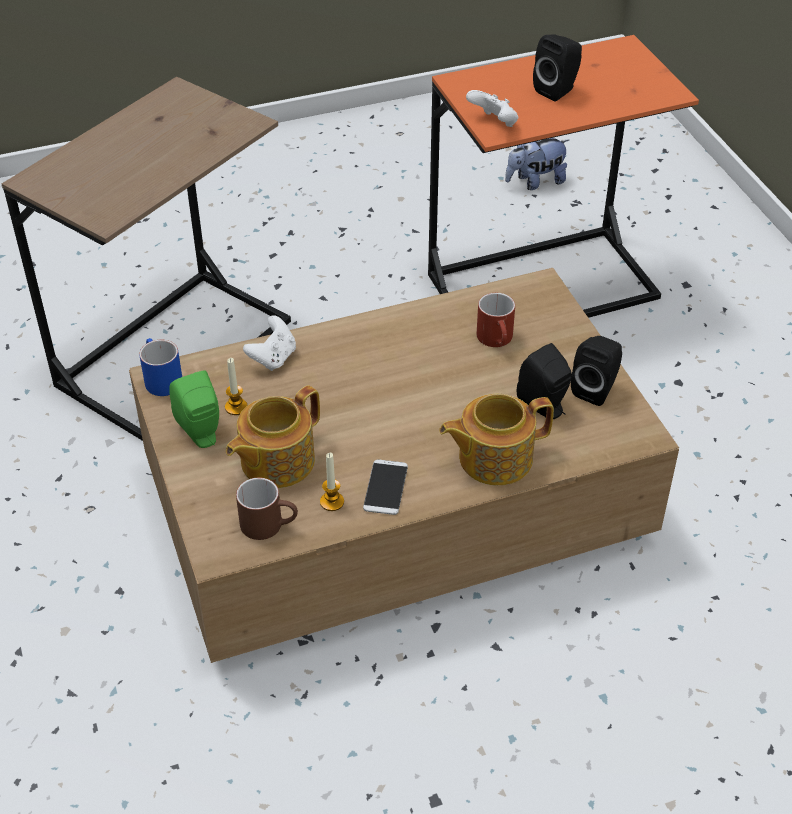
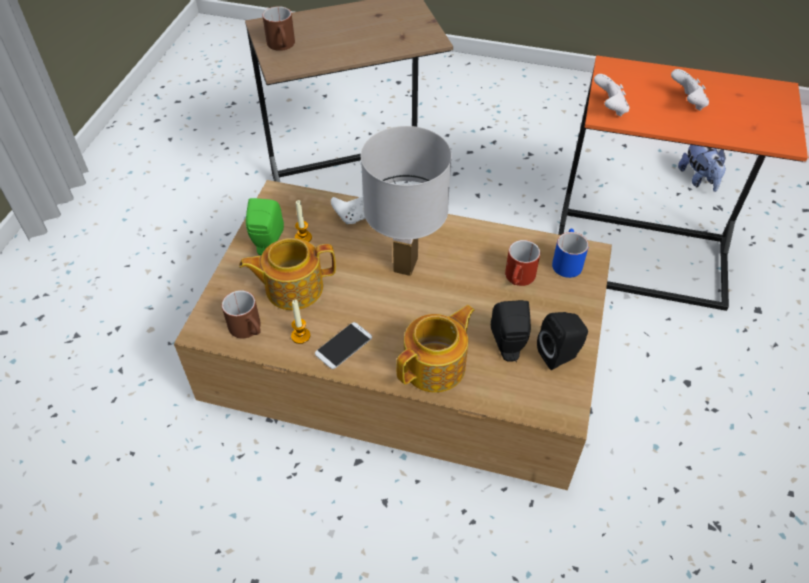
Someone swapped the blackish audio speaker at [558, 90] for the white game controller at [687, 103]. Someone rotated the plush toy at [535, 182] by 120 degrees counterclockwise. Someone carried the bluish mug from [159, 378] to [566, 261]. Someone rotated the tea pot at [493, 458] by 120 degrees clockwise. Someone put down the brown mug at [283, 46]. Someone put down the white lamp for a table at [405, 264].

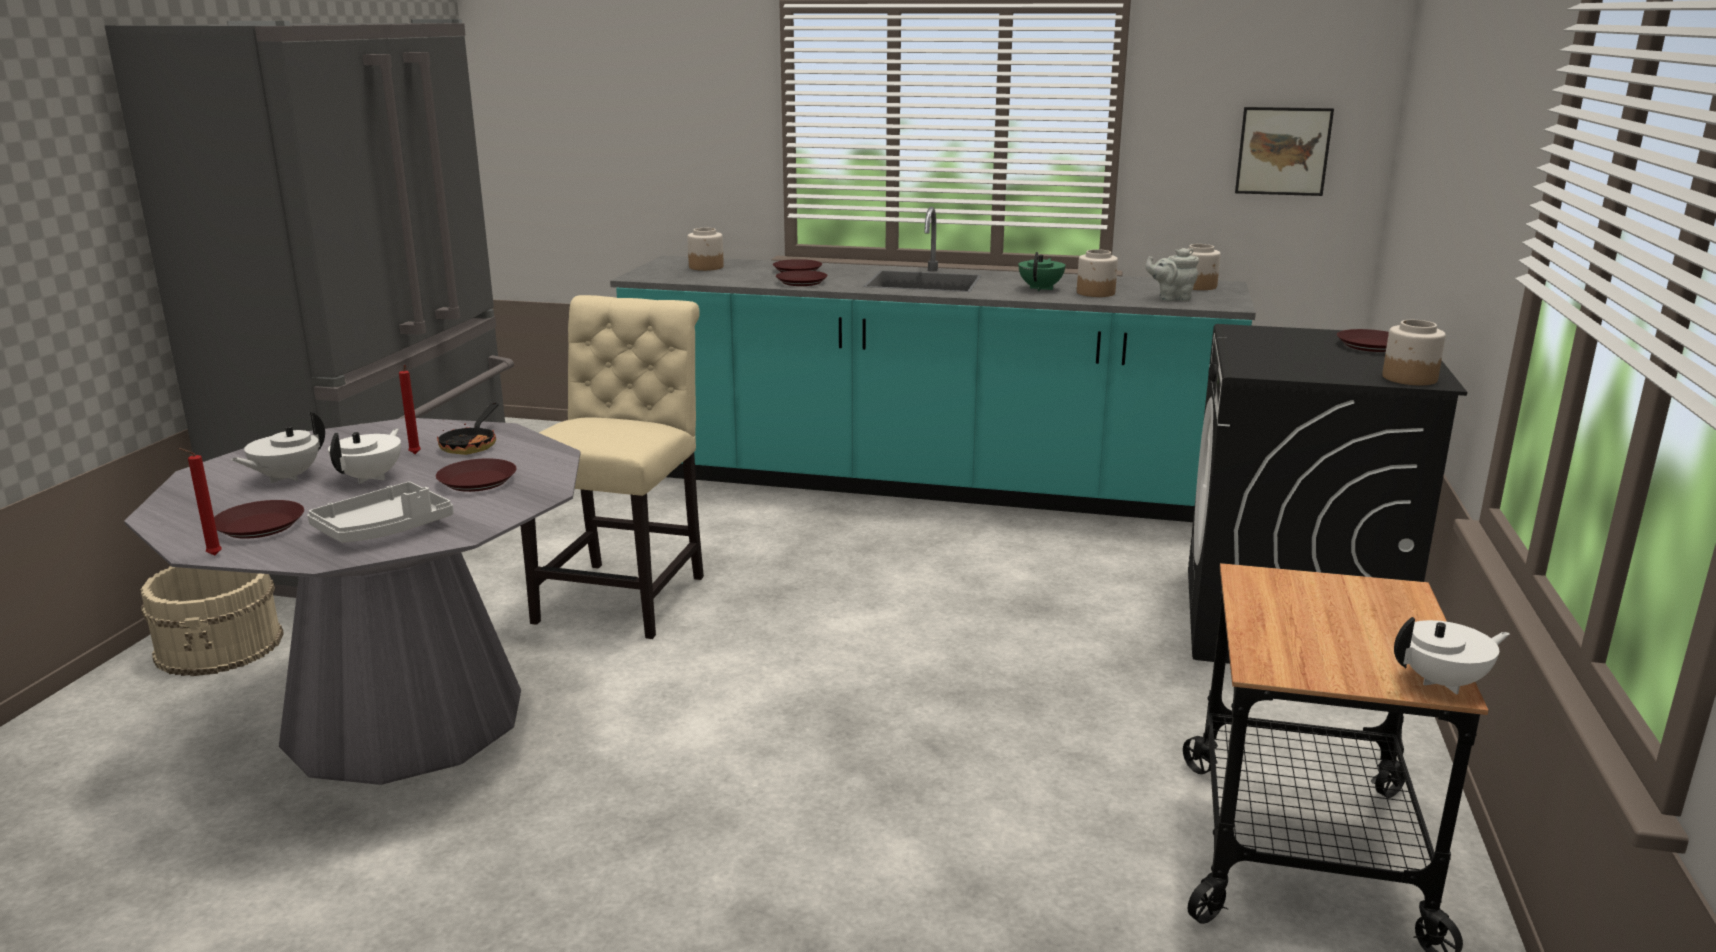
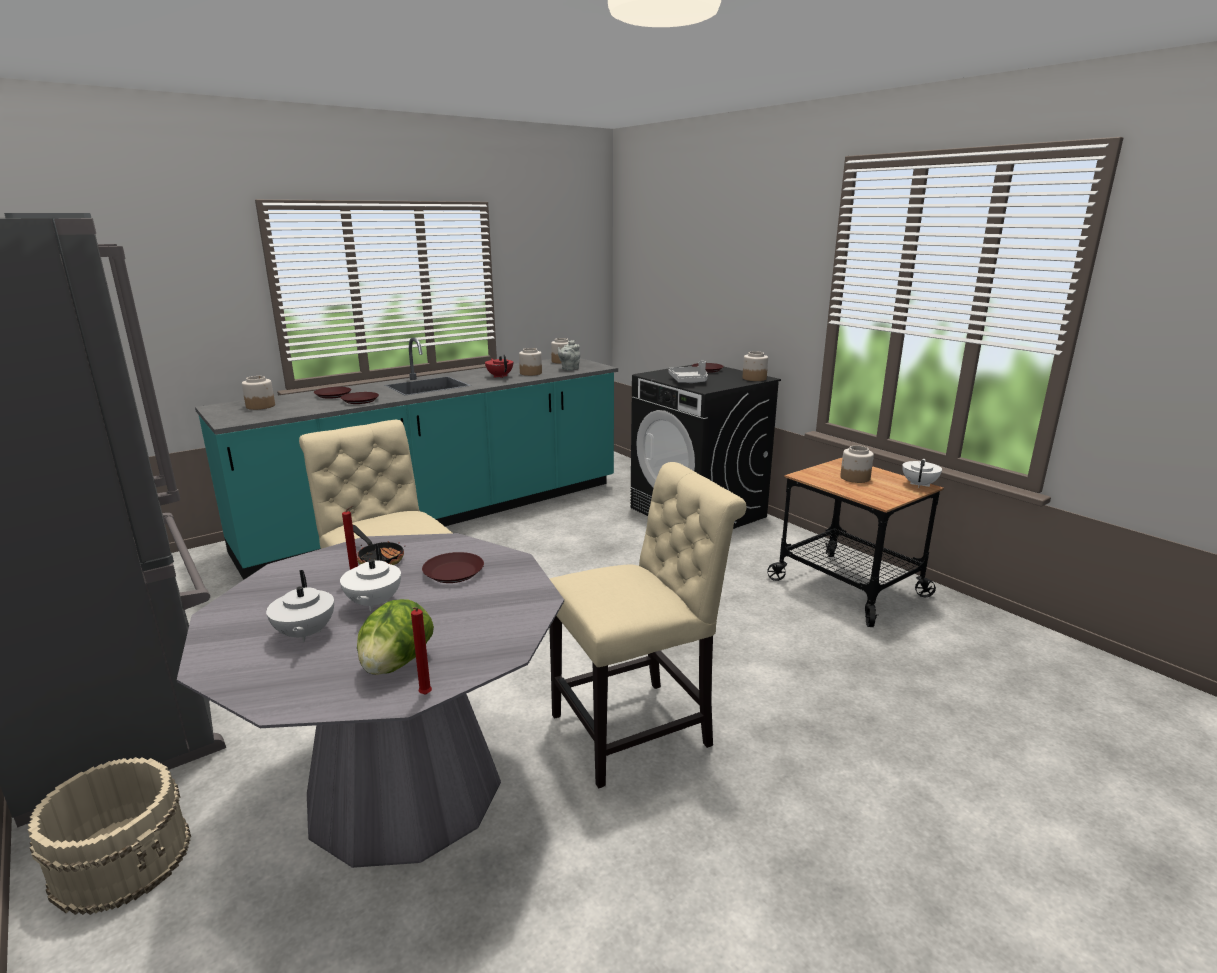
Someone took away the wall art at [1283, 151]. Someone repainted the greenish tea pot at [1041, 288], which became the red tea pot at [500, 376]. Someone rotated the white tea pot at [371, 477] by 150 degrees counterclockwise. Someone carried the grey serving tray from [385, 529] to [689, 381]. Someone swapped the brown plate at [260, 526] for the lettuce at [396, 664]. Someone put down the preserve jar at [854, 478]. Someone put down the sand-coloured plain chair at [639, 729].

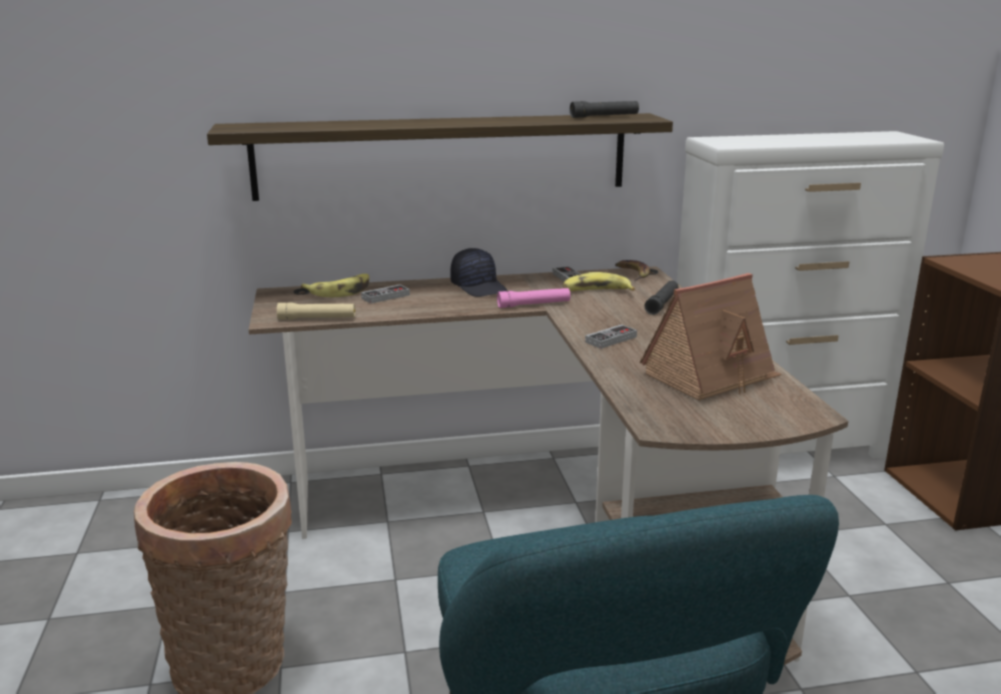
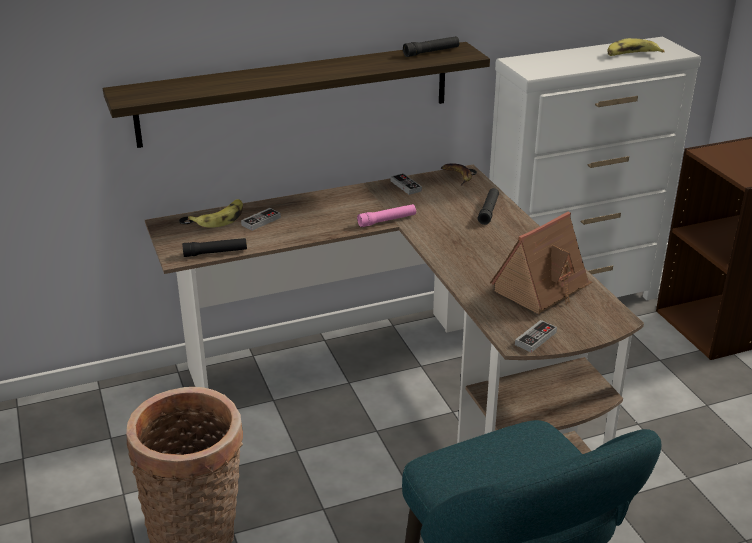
Someone took away the blackish peaked cap at [479, 287]. Someone carried the banana fruit from [596, 292] to [631, 55]. Someone repainted the sand-coloured flashlight at [317, 318], which became the blackish flashlight at [215, 253]. Someone carried the game controller from [611, 339] to [535, 338].

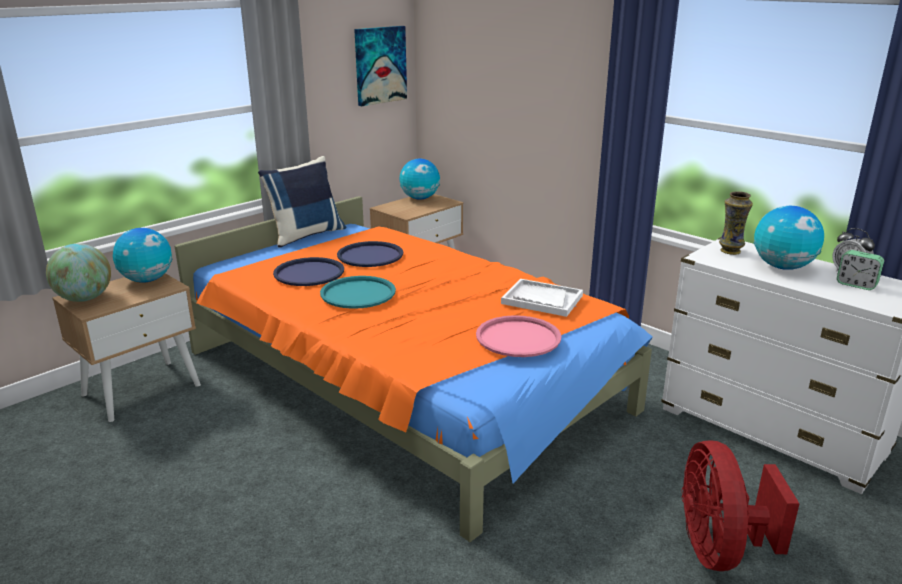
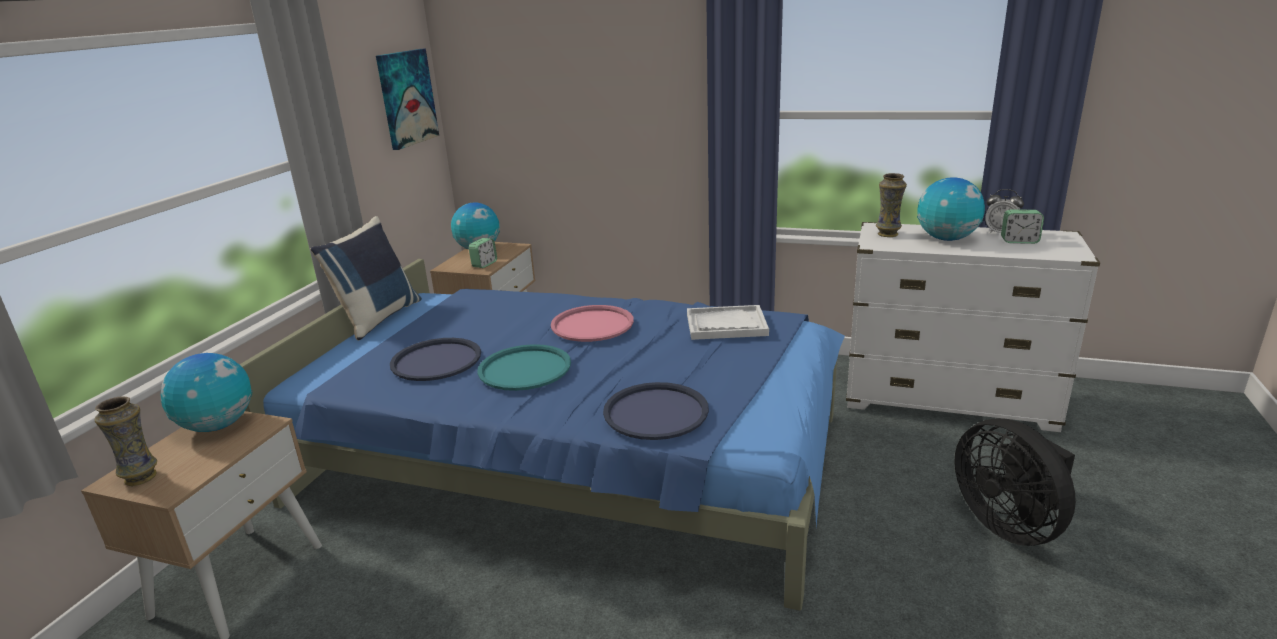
Someone repainted the orange-coloured bed at [405, 381], which became the bluish bed at [576, 459]. Someone carried the bluish serving tray from [370, 255] to [656, 412]. Someone swapped the desk globe at [84, 299] for the decorative vase at [142, 477]. Someone carried the pink-coloured serving tray from [518, 337] to [592, 324]. Someone repainted the red electric fan at [719, 549], which became the blackish electric fan at [1009, 524]. Someone put down the bedside clock at [484, 264].

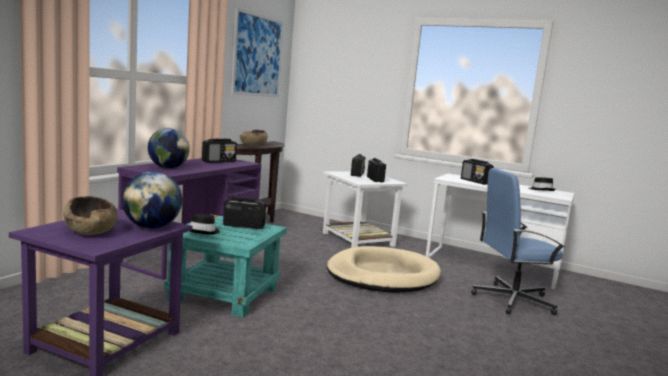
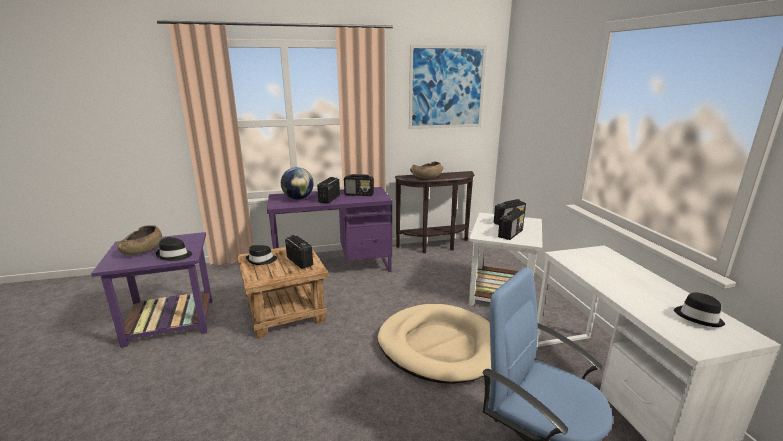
Someone carried the radio from [475, 182] to [329, 199]. Someone swapped the desk globe at [152, 227] for the blackish hat at [174, 255]. Someone repainted the turquoise end table at [224, 293], which became the brown end table at [286, 311].

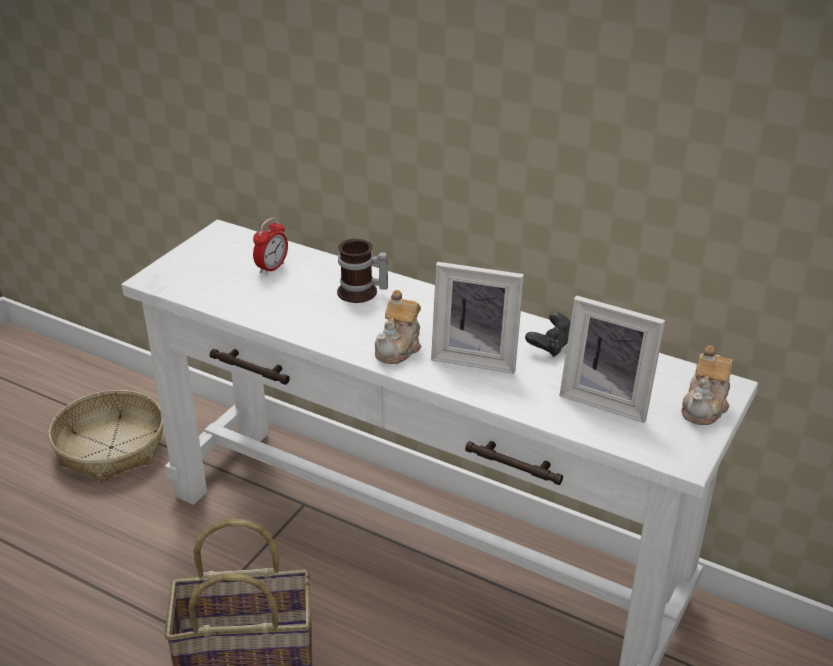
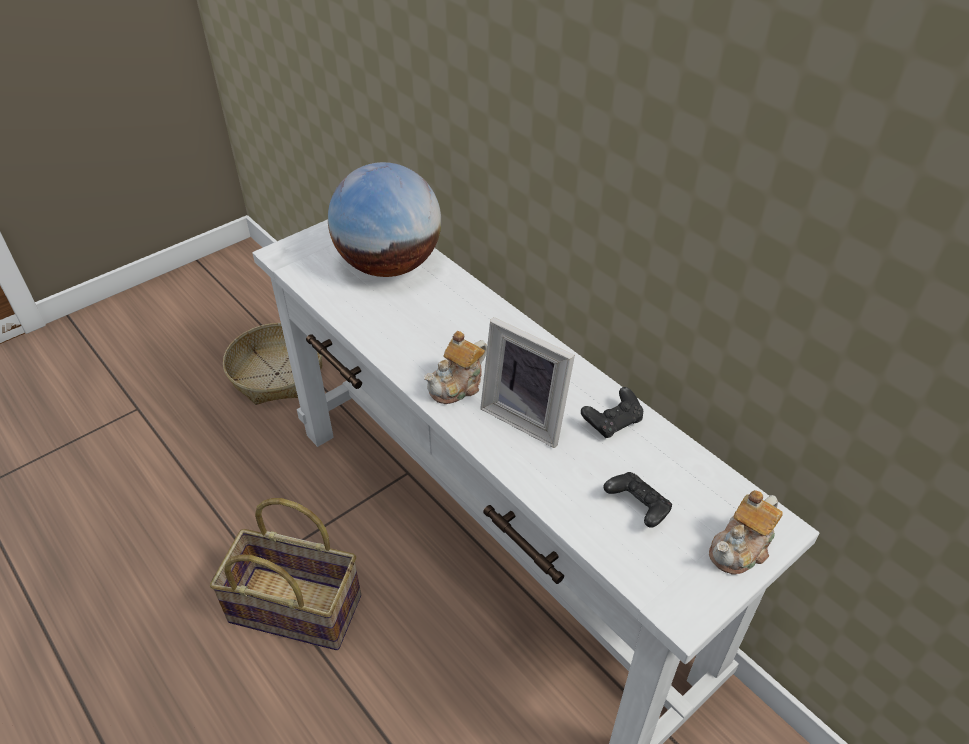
Someone swapped the bedside clock at [272, 268] for the desk globe at [389, 265]. Someone took away the mug at [361, 293]. Someone swapped the picture frame at [608, 399] for the blackish game controller at [637, 507].

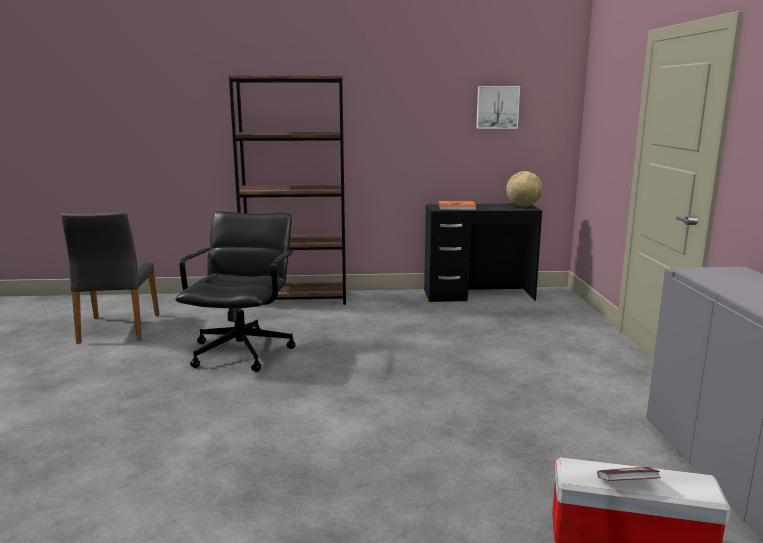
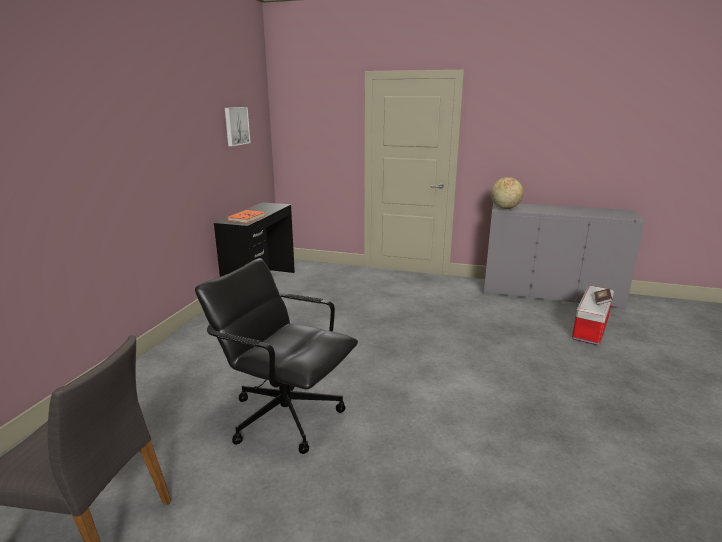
Someone took away the brown shelving unit at [296, 299]. Someone carried the desk globe from [523, 206] to [504, 208].

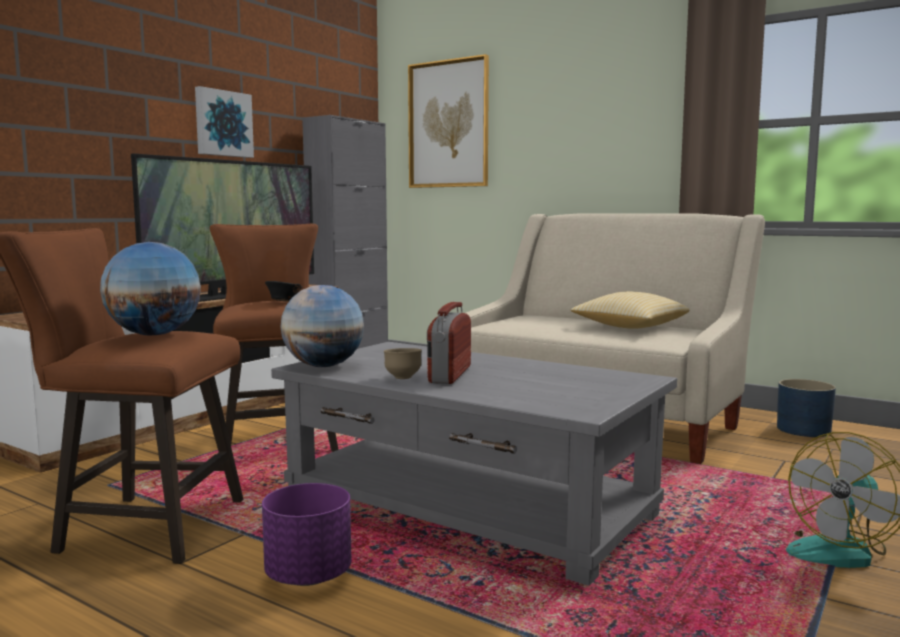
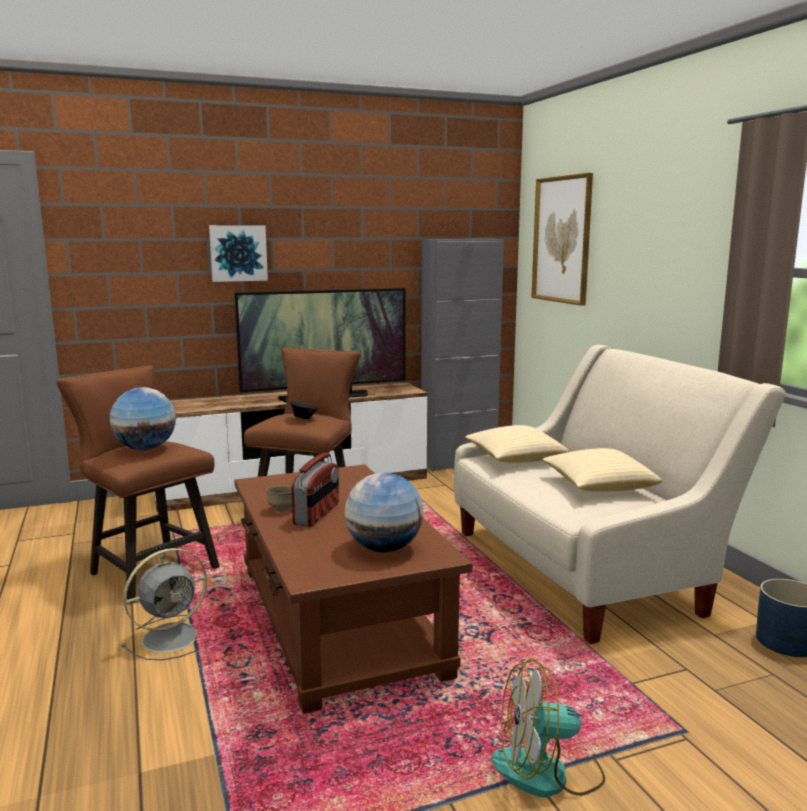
Someone carried the wall art from [222, 123] to [238, 253]. Someone carried the desk globe from [324, 366] to [384, 549]. Someone rotated the radio at [449, 375] by 150 degrees clockwise. Someone repainted the grey low table at [468, 506], which became the brown low table at [338, 620]. Someone swapped the purplish plant pot at [308, 576] for the grey electric fan at [173, 637]. Someone put down the throw pillow at [514, 459].

